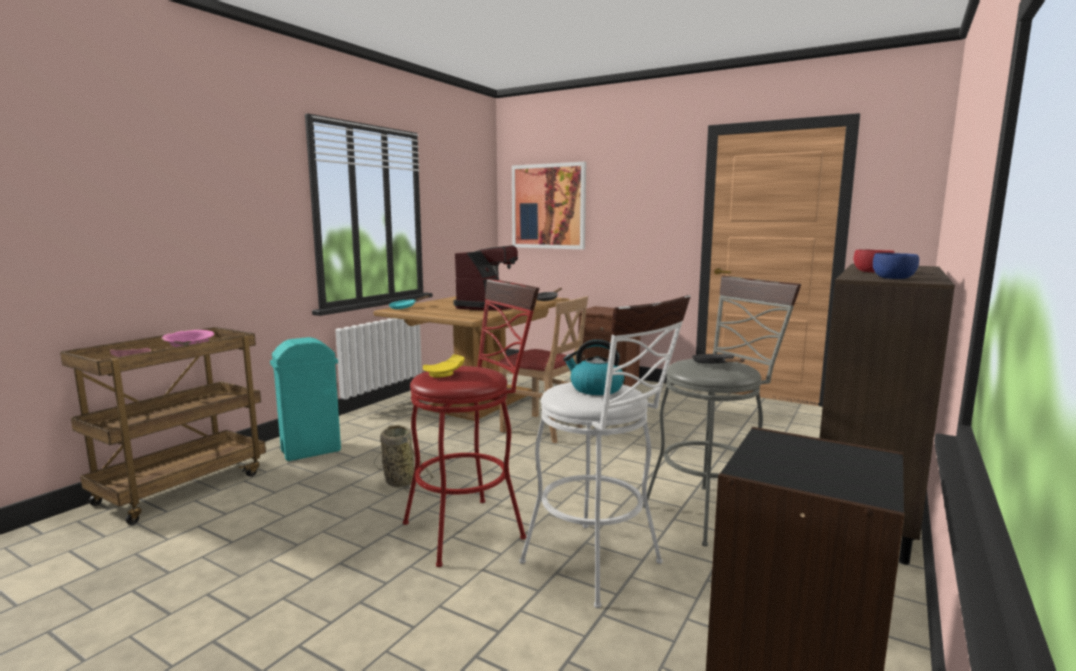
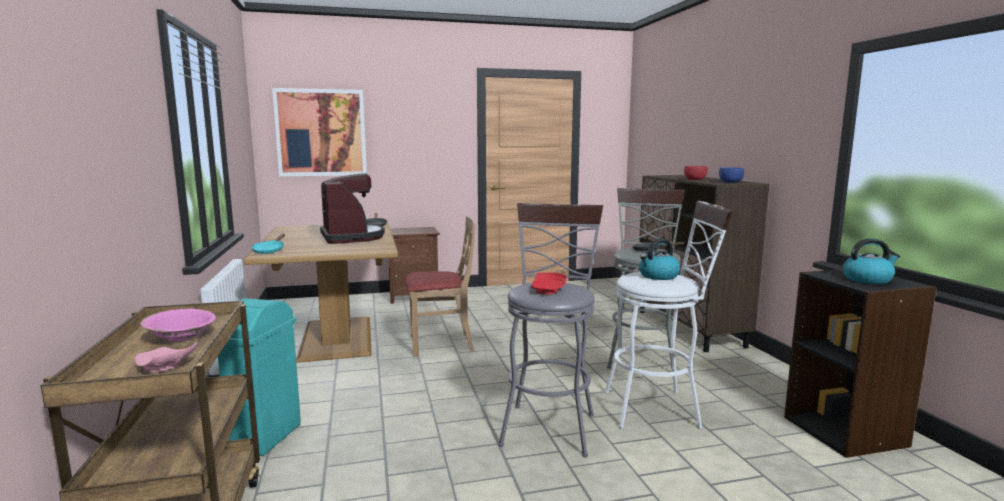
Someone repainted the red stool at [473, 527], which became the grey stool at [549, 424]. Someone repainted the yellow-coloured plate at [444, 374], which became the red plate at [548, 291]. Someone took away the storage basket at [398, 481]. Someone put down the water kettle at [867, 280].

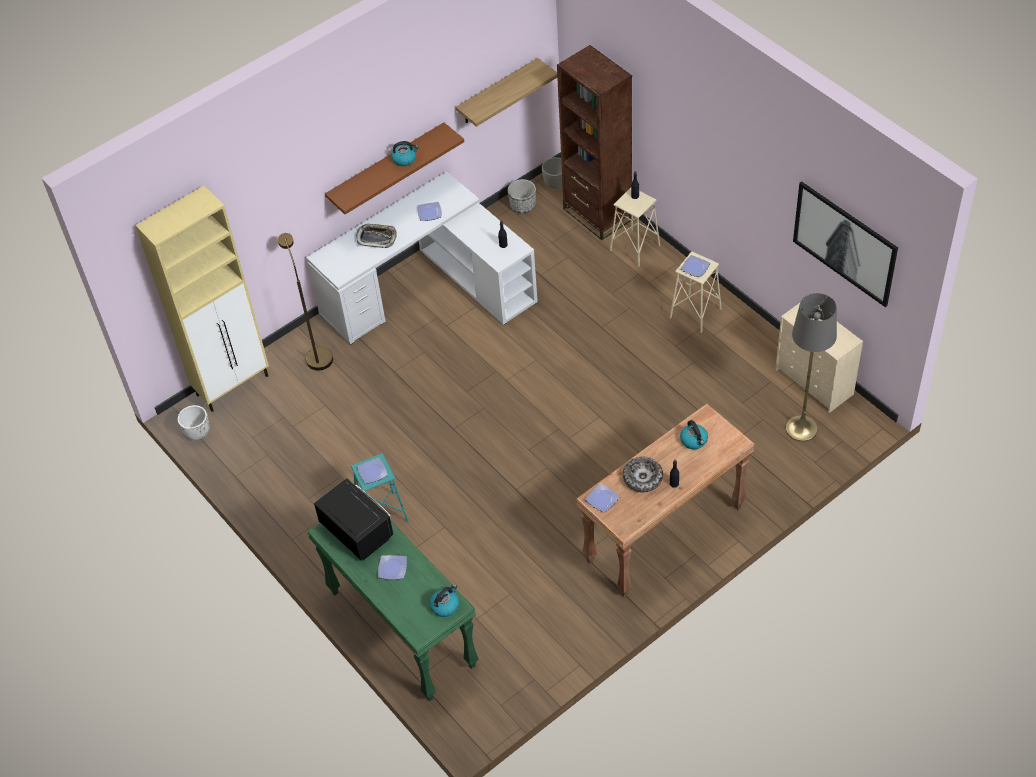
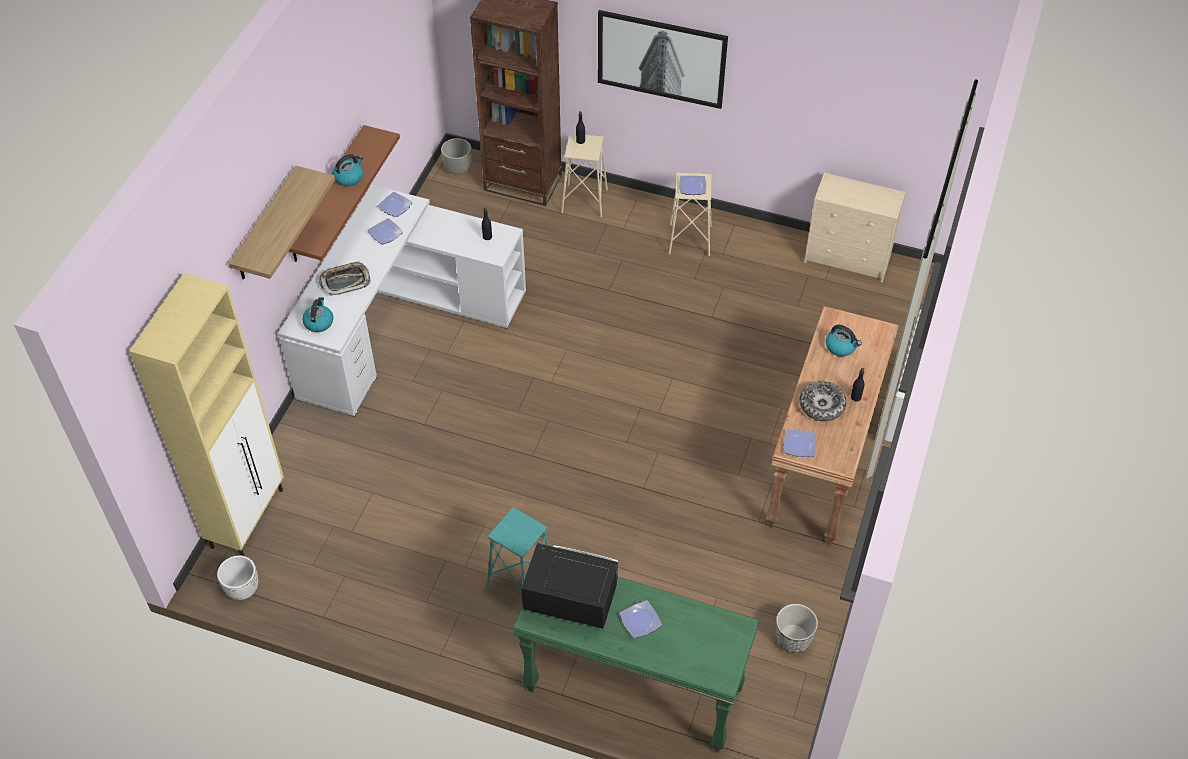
Someone carried the wall shelf from [497, 92] to [266, 226]. Someone carried the plant pot from [523, 206] to [793, 638]. Someone carried the wall art from [845, 242] to [661, 58]. Someone took away the brown floor lamp at [316, 354]. Someone took away the grey floor lamp at [801, 428]. Someone carried the plate from [373, 472] to [396, 206]. Someone carried the water kettle from [445, 605] to [319, 322].

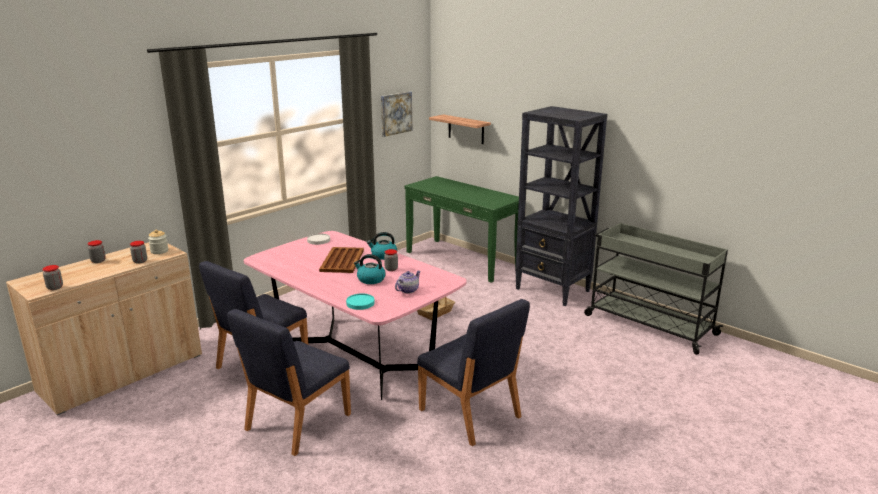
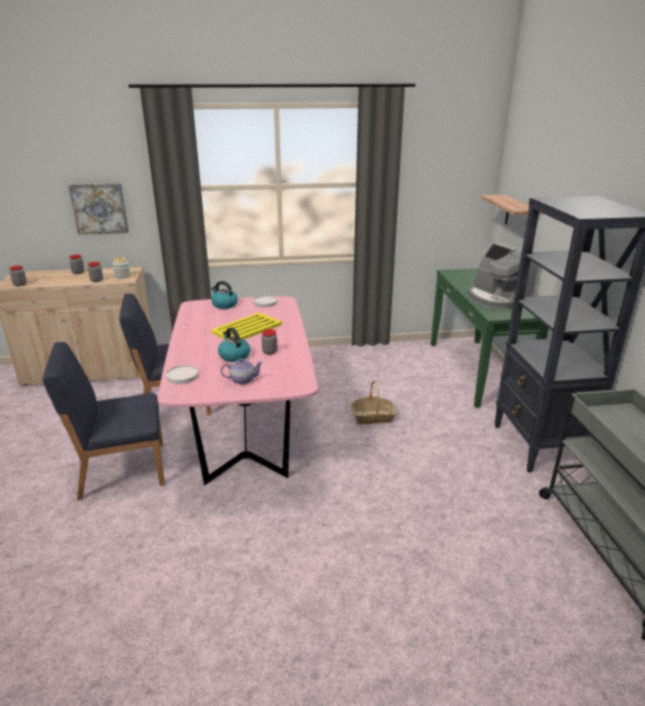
Someone carried the wall art from [395, 113] to [99, 208]. Someone carried the water kettle from [383, 255] to [224, 305]. Someone repainted the brown serving tray at [342, 260], which became the yellow-coloured serving tray at [247, 328]. Someone repainted the turquoise plate at [360, 303], which became the white plate at [182, 376]. Someone took away the bluish plain chair at [470, 414]. Someone put down the coffee machine at [497, 299].

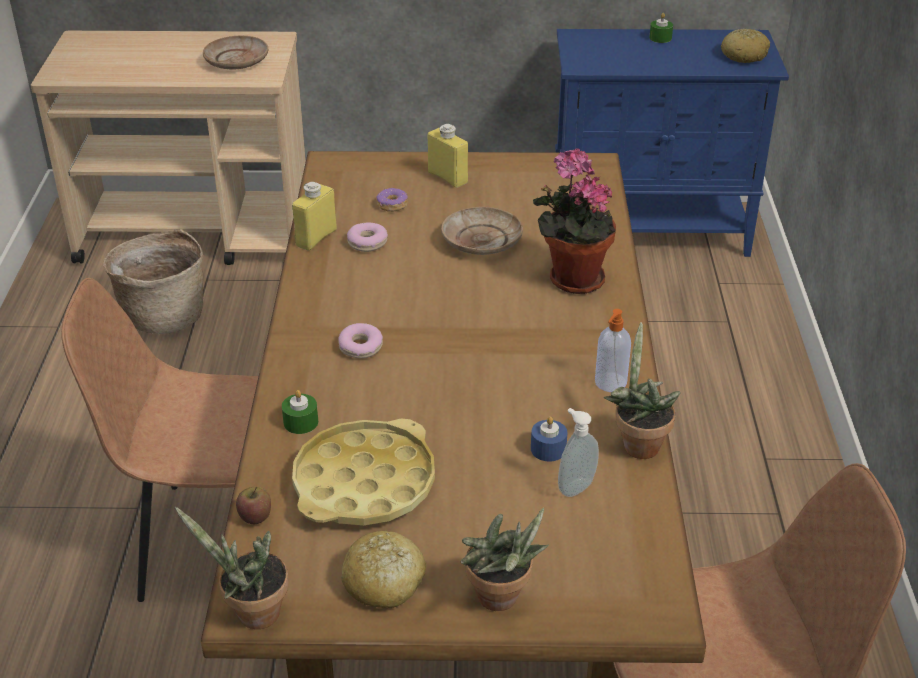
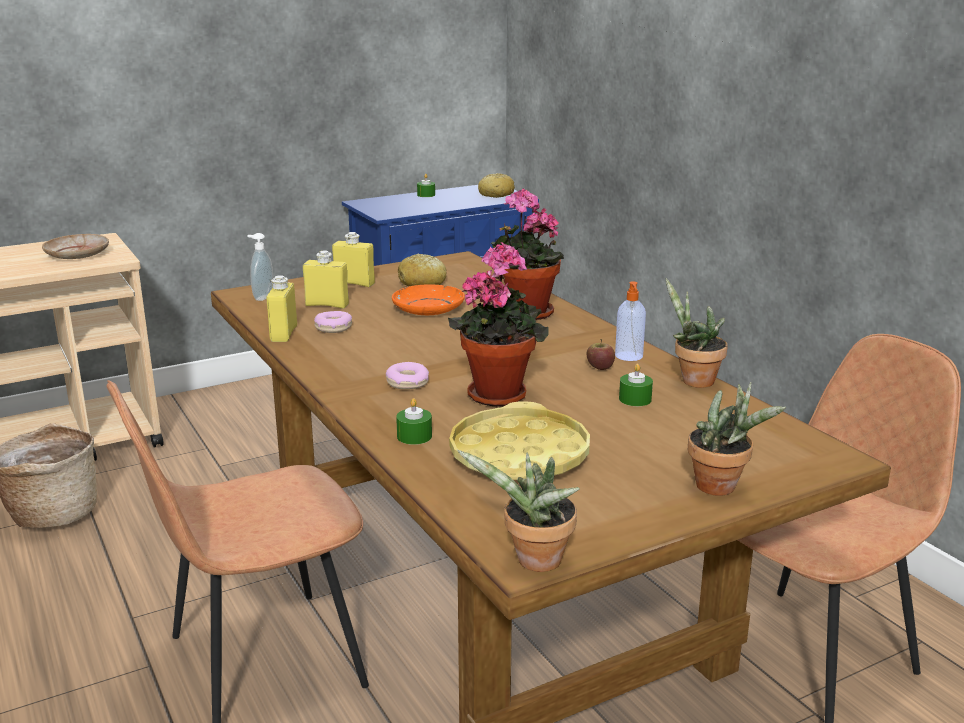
Someone swapped the ring doughnut at [392, 205] for the yellow-coloured beverage bottle at [327, 305]. Someone repainted the sand-coloured plate at [481, 241], which became the orange-coloured plate at [428, 309]. Someone carried the liquid soap bottle from [574, 486] to [262, 297]. Someone repainted the bluish wax light at [548, 449], which became the greenish wax light at [635, 399]. Someone carried the whole apple from [255, 516] to [600, 367]. Someone carried the bread from [384, 581] to [422, 283]. Someone put down the houseplant at [499, 393].

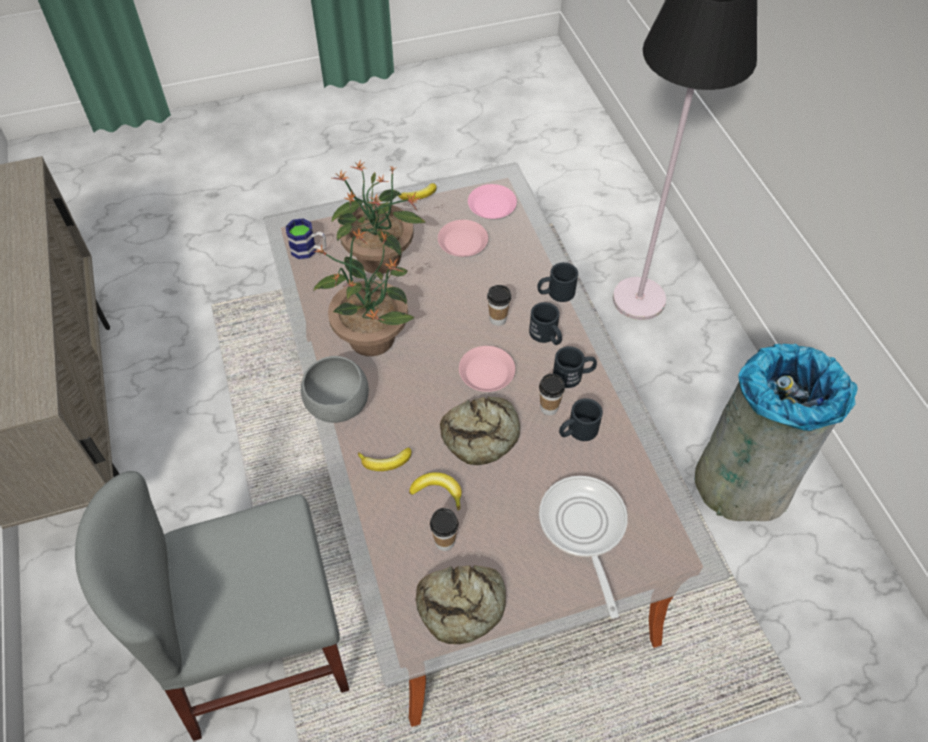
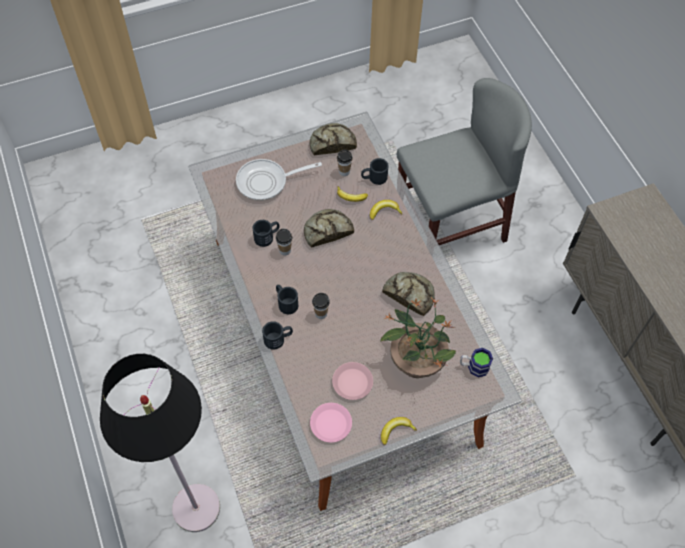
Someone swapped the houseplant at [371, 336] for the bread at [409, 294]. Someone took away the grey trash can at [744, 483]. Someone took away the pink-coloured plate at [486, 372]. Someone carried the blackish mug from [573, 375] to [374, 178]. Someone took away the grey serving bowl at [340, 407]. Someone rotated the pan at [583, 529] by 90 degrees clockwise.

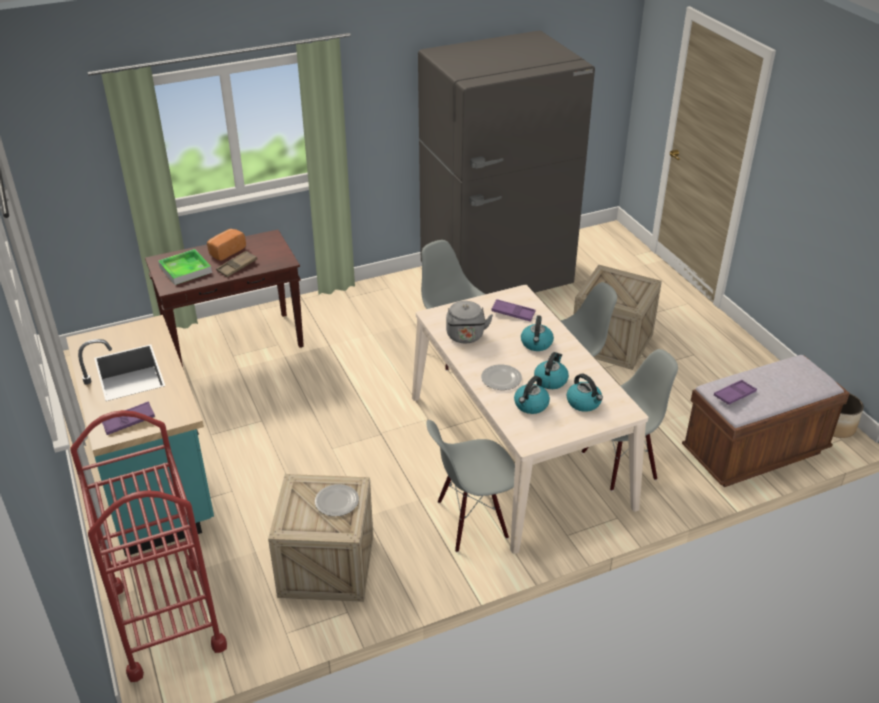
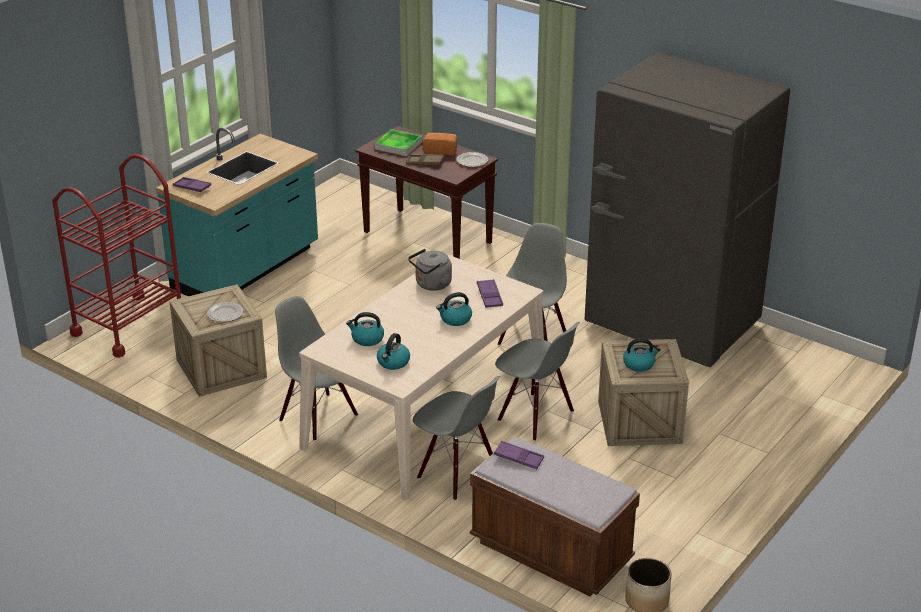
Someone carried the water kettle from [550, 380] to [639, 364]. Someone carried the plate from [501, 379] to [472, 161].

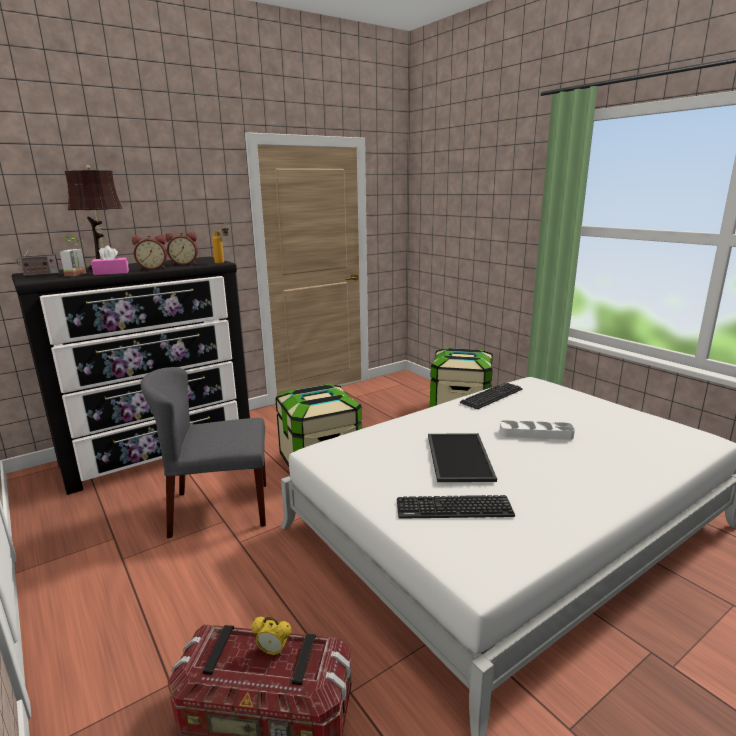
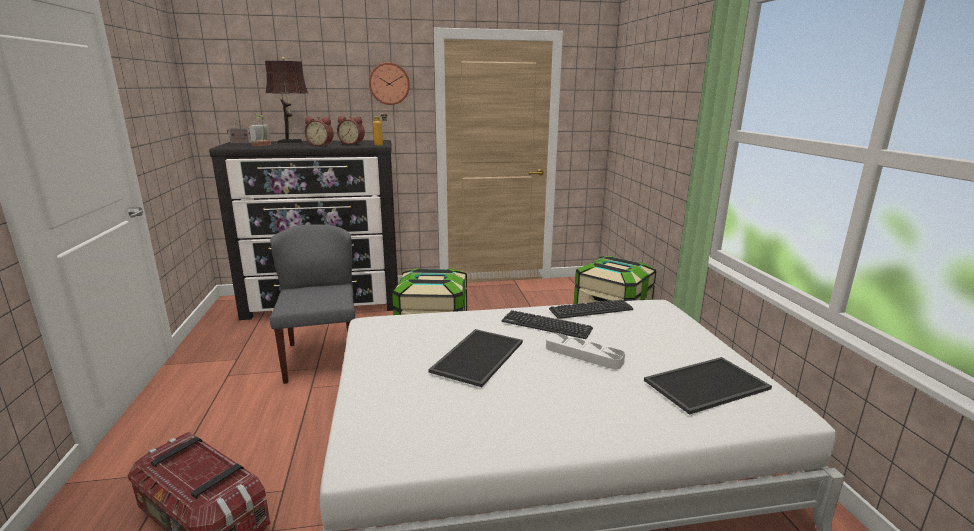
Someone took away the pink-coloured box of tissues at [111, 273]. Someone rotated the grey plain chair at [219, 509] by 60 degrees clockwise. Someone carried the computer keyboard from [454, 508] to [546, 325]. Someone took away the bedside clock at [273, 651]. Someone put up the hanging clock at [389, 84]. Someone put down the serving tray at [707, 386].

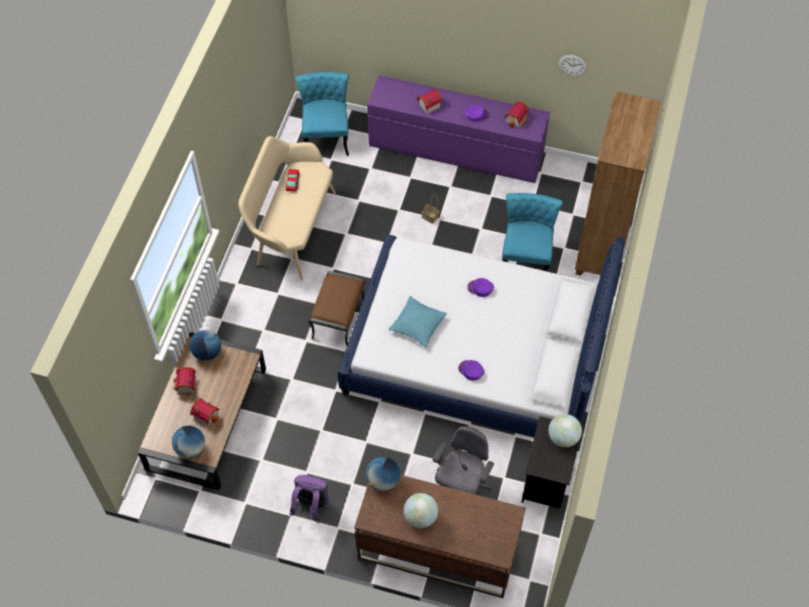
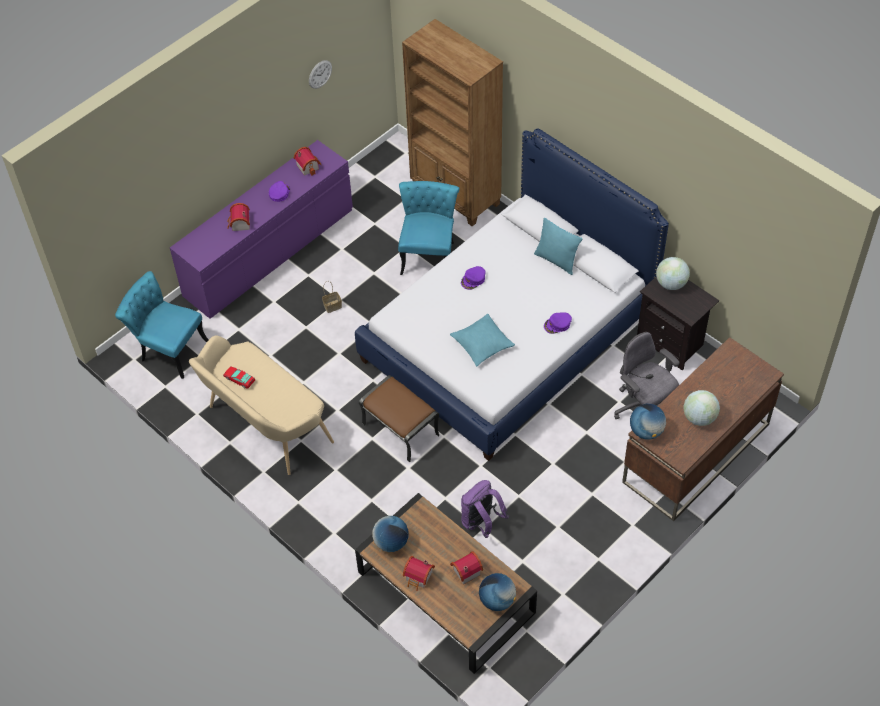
Someone rotated the turquoise plain chair at [526, 256] by 60 degrees clockwise. Someone carried the purplish knapsack from [311, 506] to [481, 523]. Someone put down the turquoise throw pillow at [556, 260].

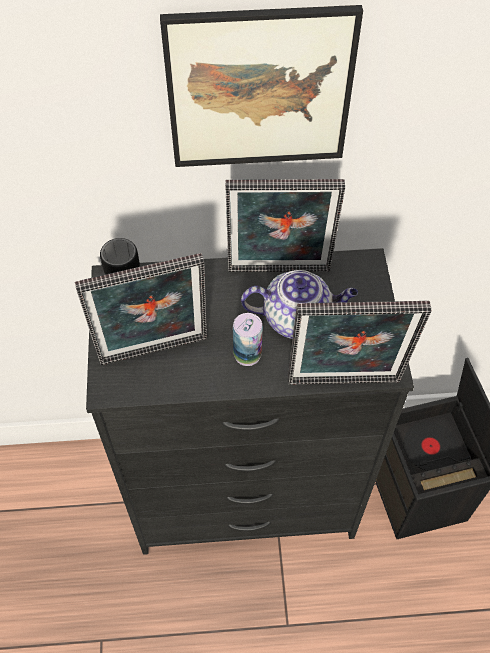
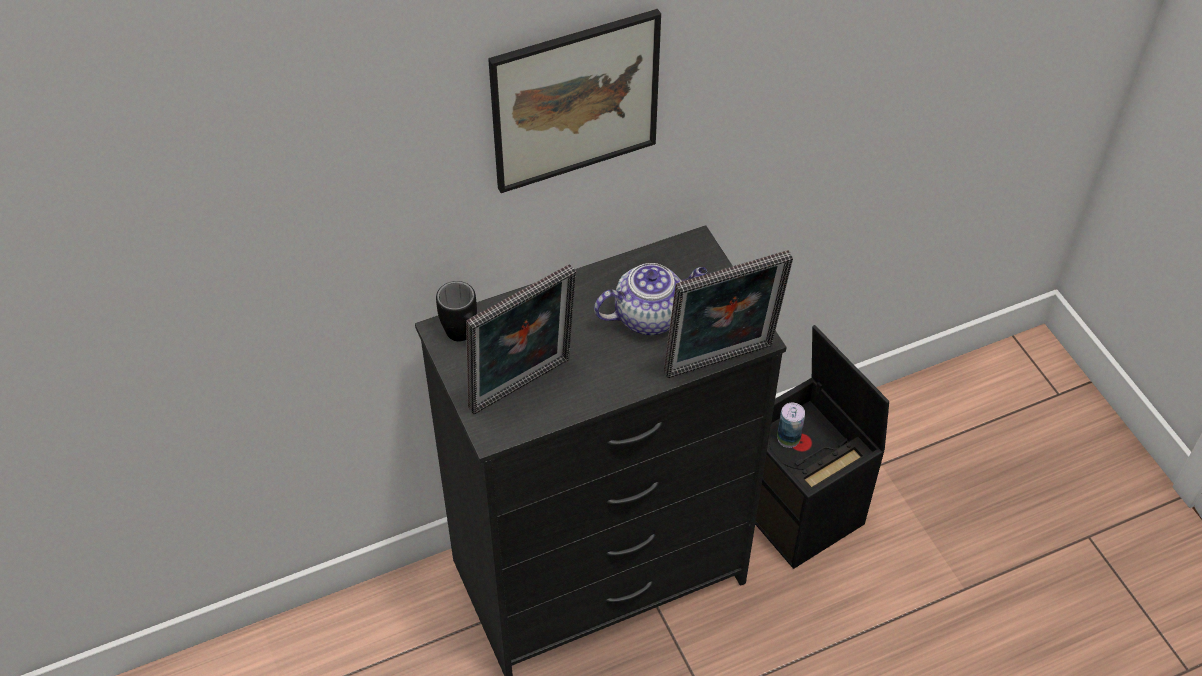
Someone took away the picture frame at [279, 273]. Someone carried the can from [247, 354] to [788, 438].

